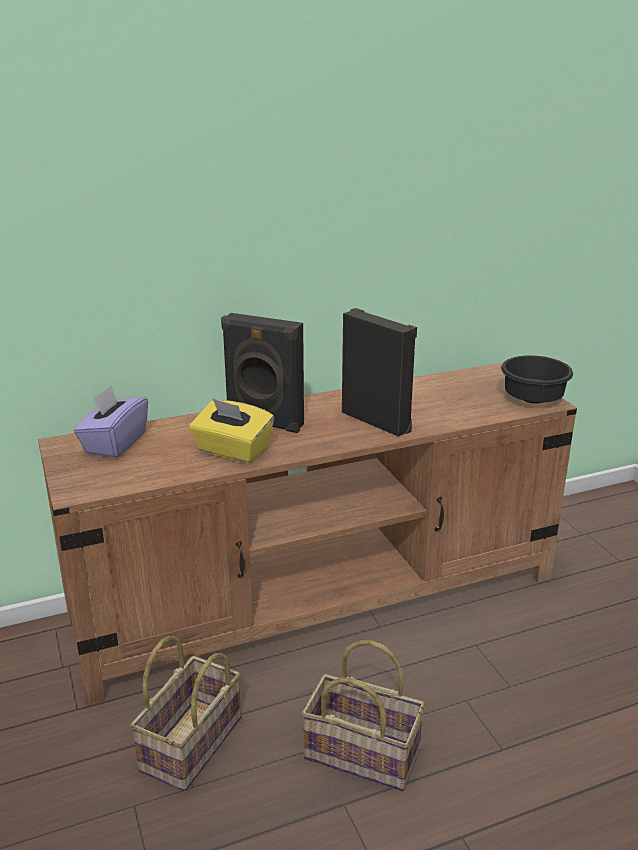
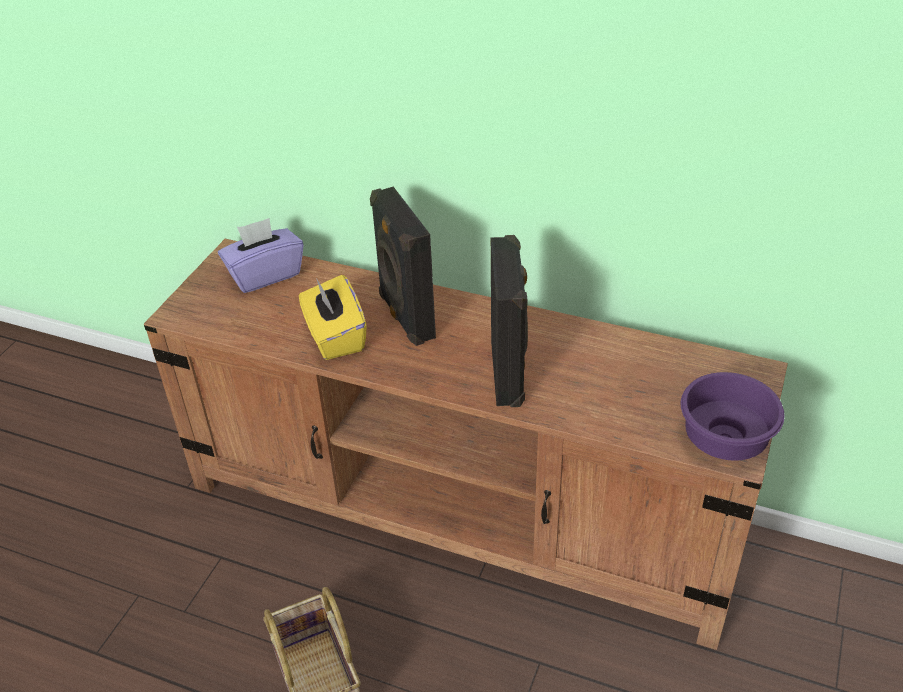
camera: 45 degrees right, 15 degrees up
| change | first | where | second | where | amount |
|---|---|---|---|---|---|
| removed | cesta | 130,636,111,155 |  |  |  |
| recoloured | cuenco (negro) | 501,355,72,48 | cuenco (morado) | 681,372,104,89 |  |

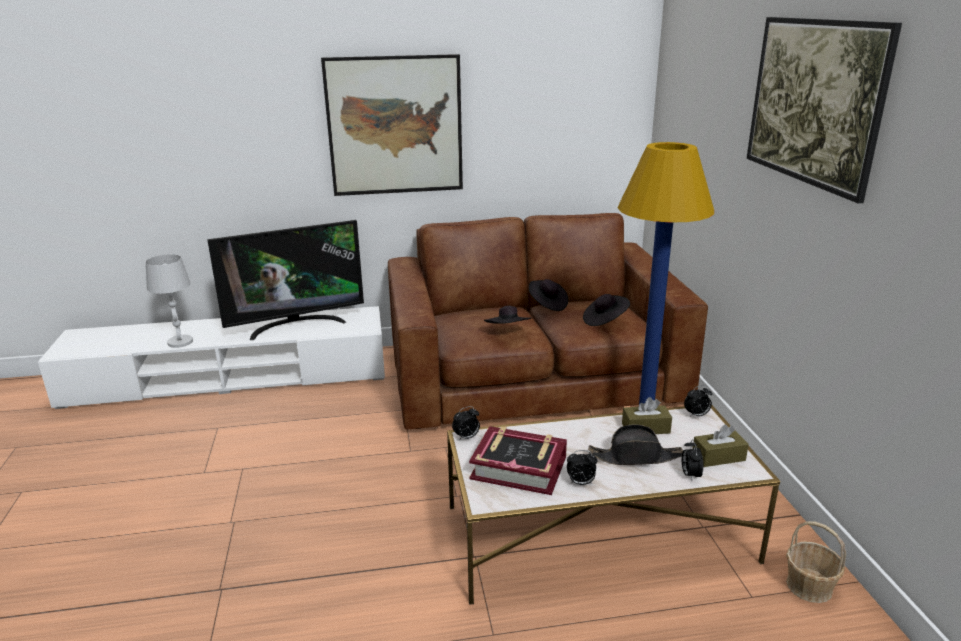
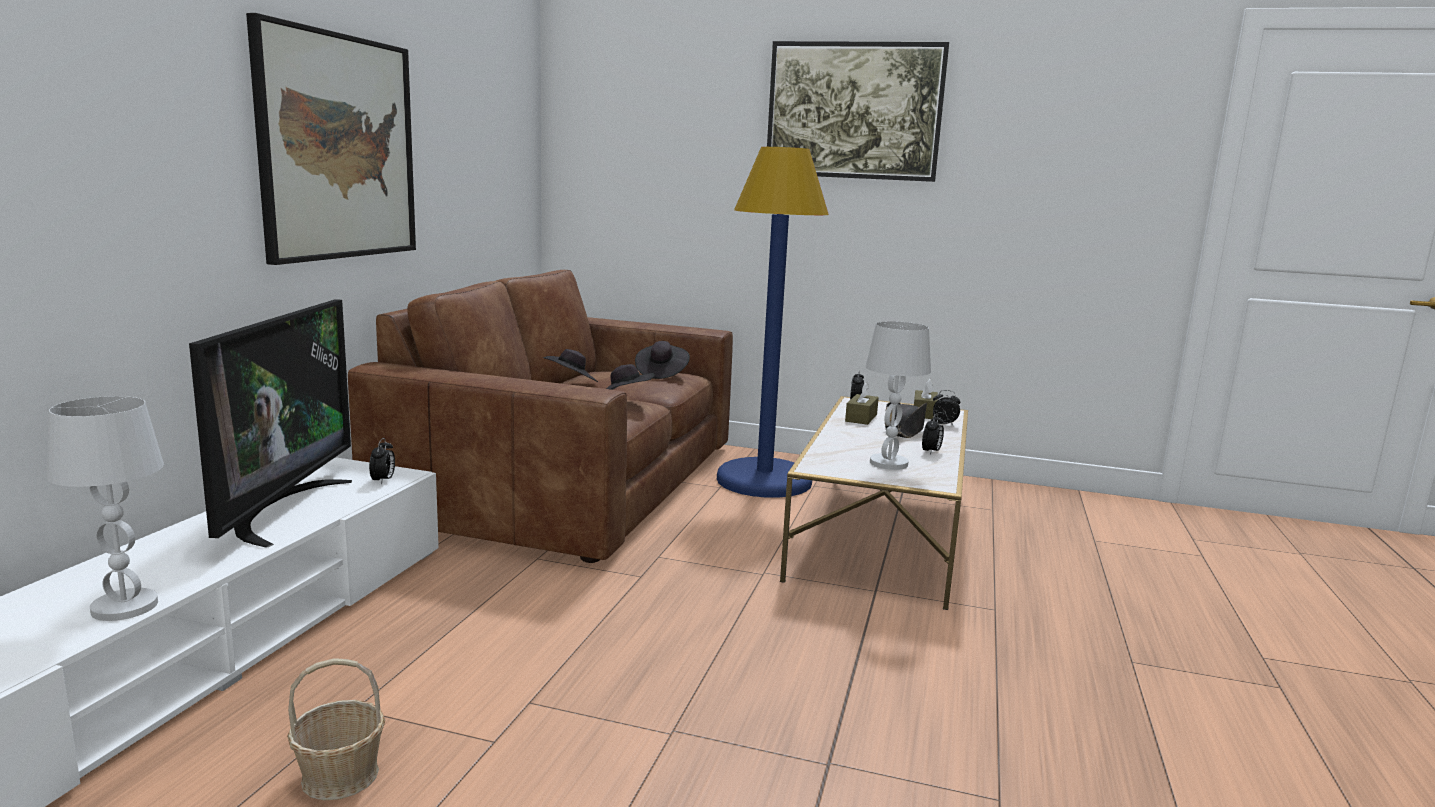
camera: 65 degrees left, 10 degrees down
| change | first | where | second | where | amount |
|---|---|---|---|---|---|
| moved | despertador | 452,406,28,35 |  | 369,438,26,47 |  |
| replaced | libro | 469,426,98,69 | lámpara de mesa (blanco) | 865,321,66,149 |  |
| moved | cesta | 786,521,60,82 |  | 287,658,98,142 |  |

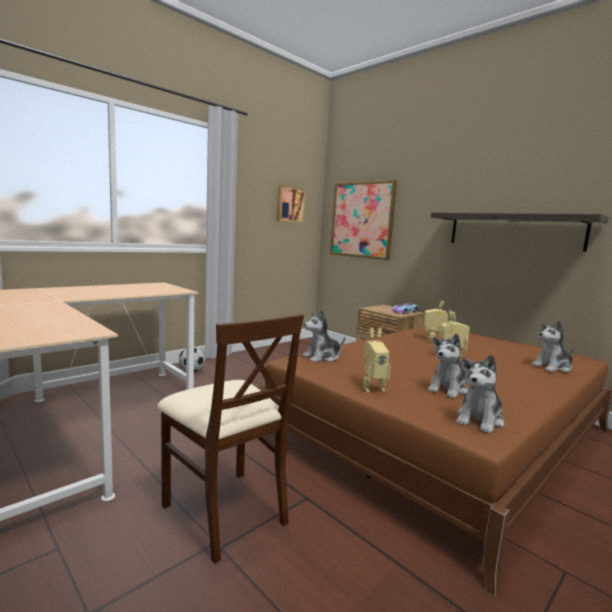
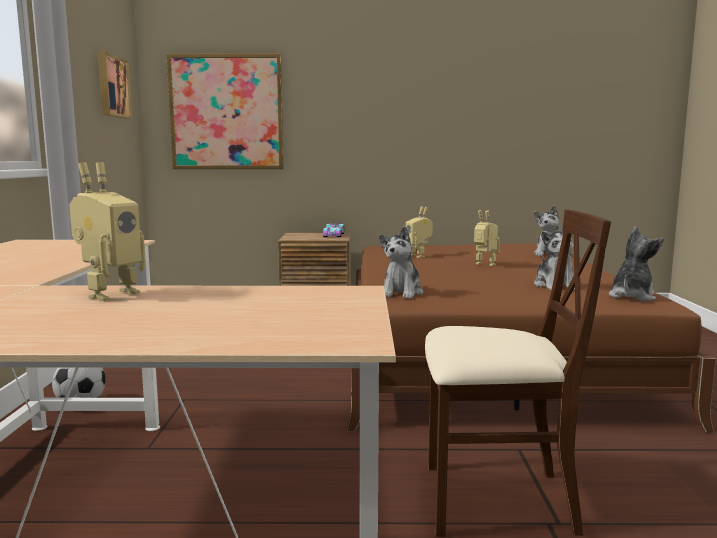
camera: 45 degrees left, 0 degrees up
| change | first | where | second | where | amount |
|---|---|---|---|---|---|
| moved | robot de juguete | 363,328,28,64 |  | 69,162,77,139 |  |
| removed | estante | 431,213,177,39 |  |  |  |
| turned | peluche | 456,355,48,78 |  | 609,227,54,74 | 135 degrees counterclockwise |

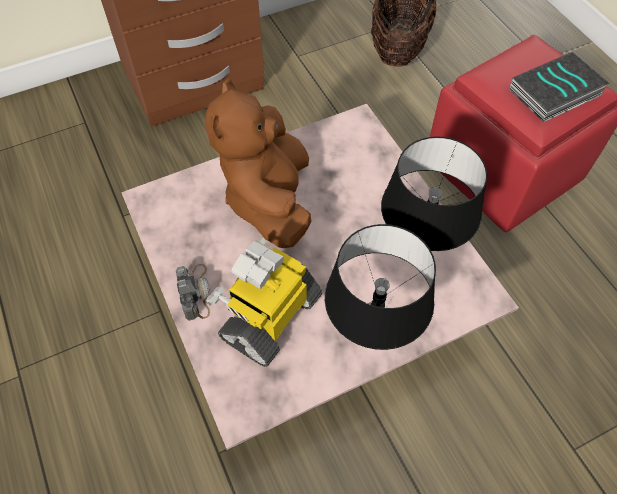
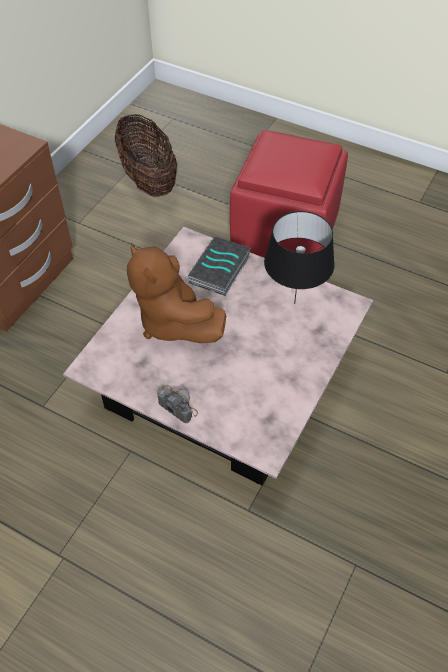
camera: 35 degrees left, 5 degrees down
| change | first | where | second | where | amount |
|---|---|---|---|---|---|
| removed | robot de juguete | 206,238,116,129 |  |  |  |
| removed | lámpara de mesa (negro) | 325,224,111,126 |  |  |  |
| moved | libro | 509,52,101,70 |  | 188,236,63,60 |  |

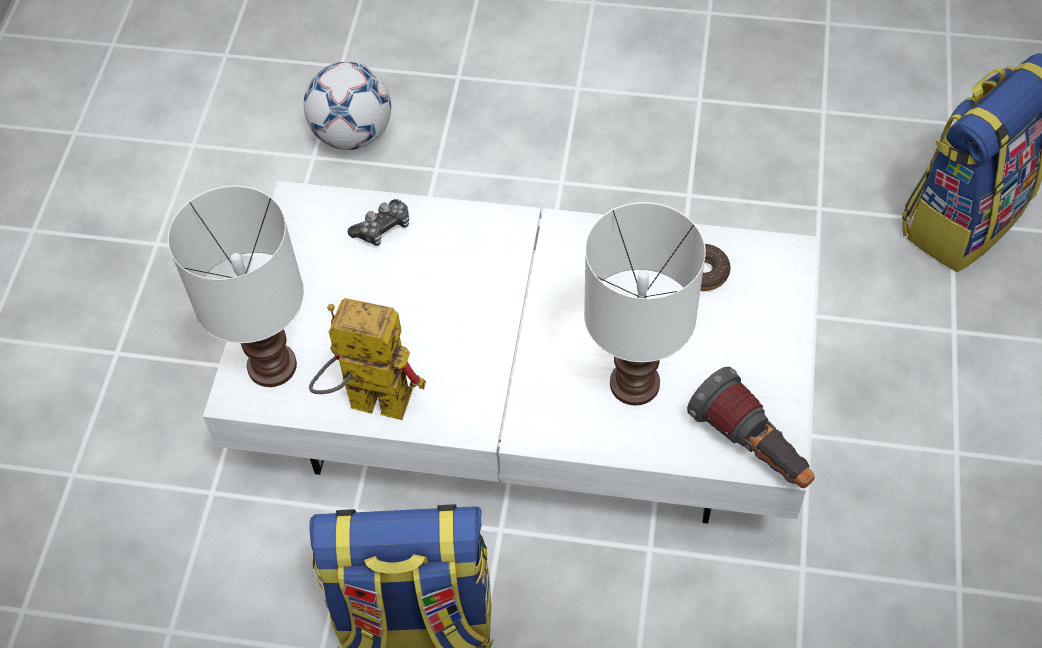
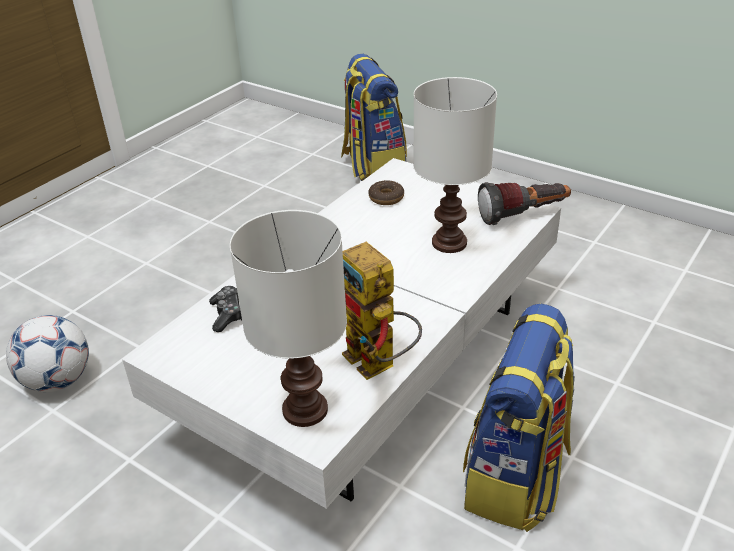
camera: 65 degrees left, 20 degrees down
| change | first | where | second | where | amount |
|---|---|---|---|---|---|
| turned | robot de juguete | 309,298,117,122 |  | 342,242,80,138 | 75 degrees counterclockwise |

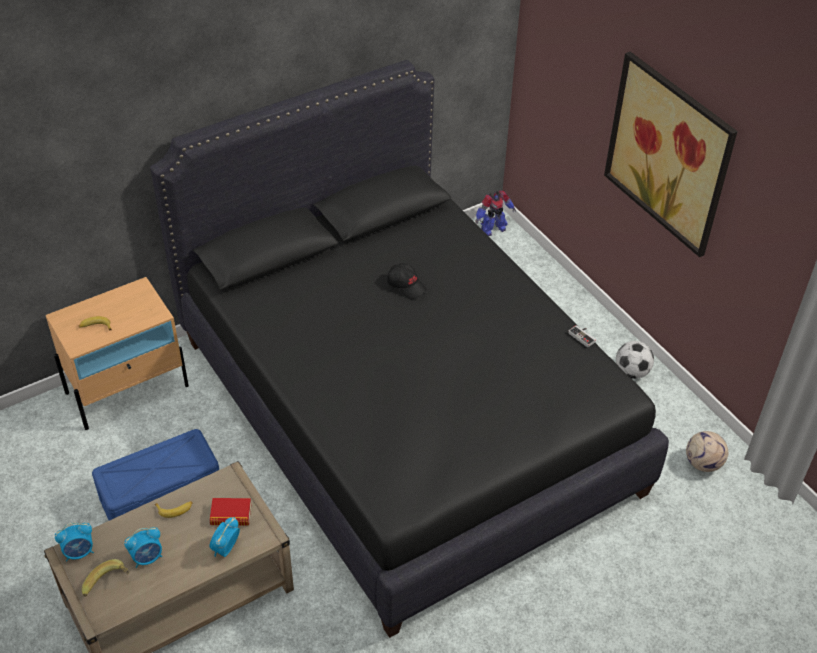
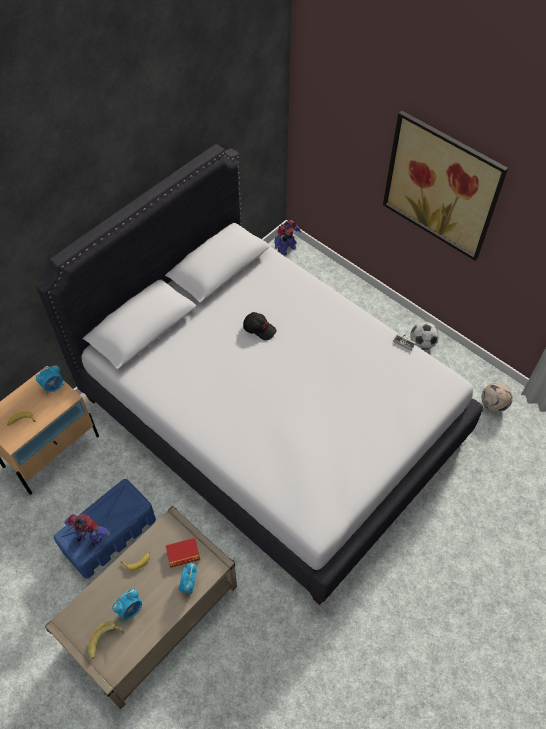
camera: 15 degrees left, 10 degrees up
| change | first | where | second | where | amount |
|---|---|---|---|---|---|
| moved | despertador | 55,523,39,38 |  | 36,365,28,29 |  |
| recoloured | cama (negro) | 150,60,519,578 | cama (blanco) | 36,144,447,461 |  |
| added |  |  | robot de juguete | 64,514,46,32 |  |

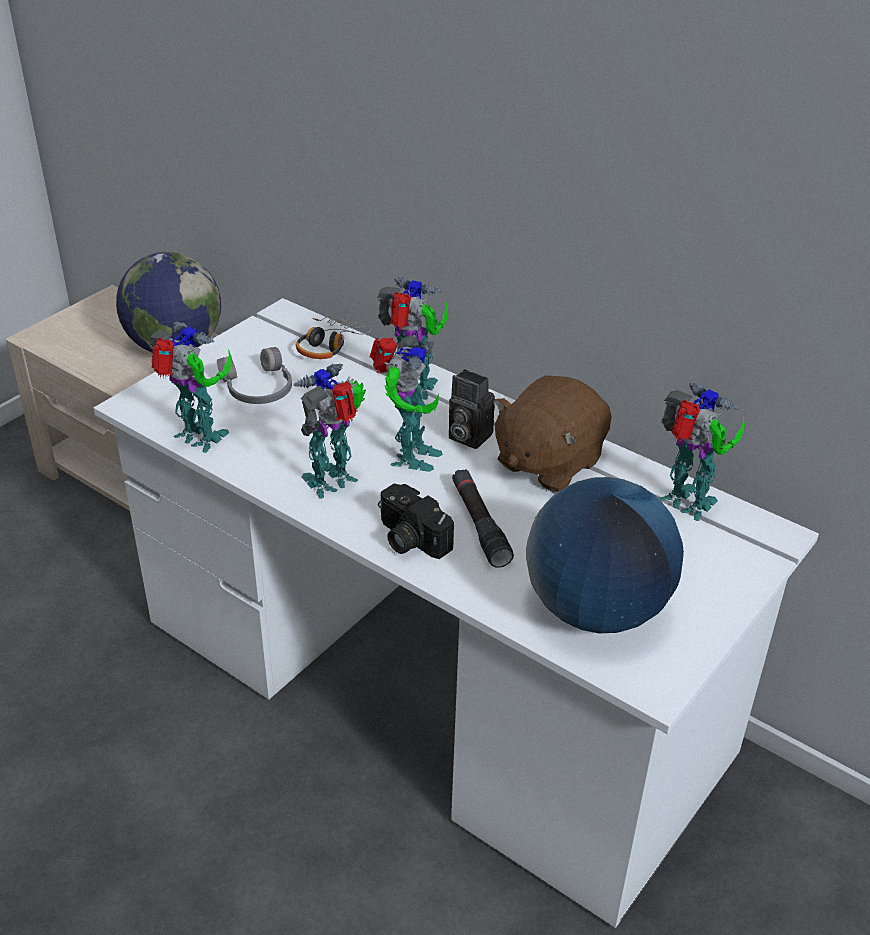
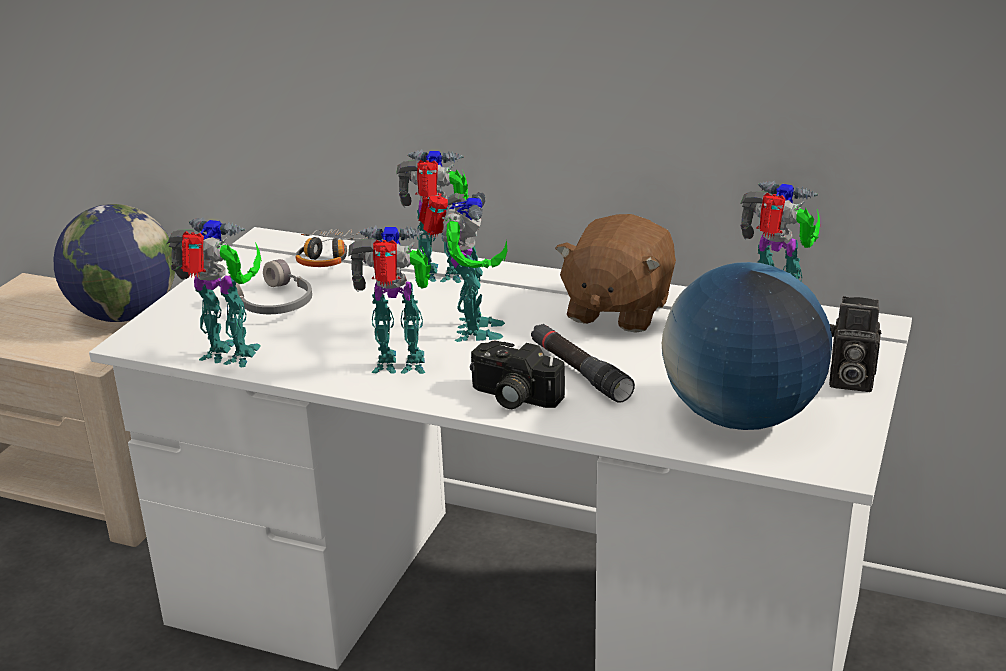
camera: 15 degrees left, 10 degrees down
| change | first | where | second | where | amount |
|---|---|---|---|---|---|
| turned | robot de juguete | 293,364,73,135 |  | 348,226,83,148 | 60 degrees clockwise |
| moved | cámara | 449,369,46,80 |  | 829,296,52,96 |  |

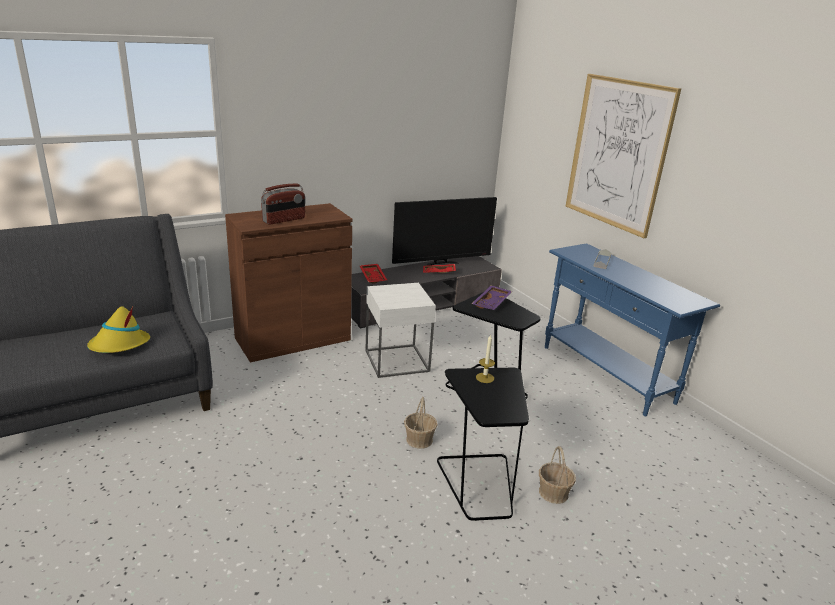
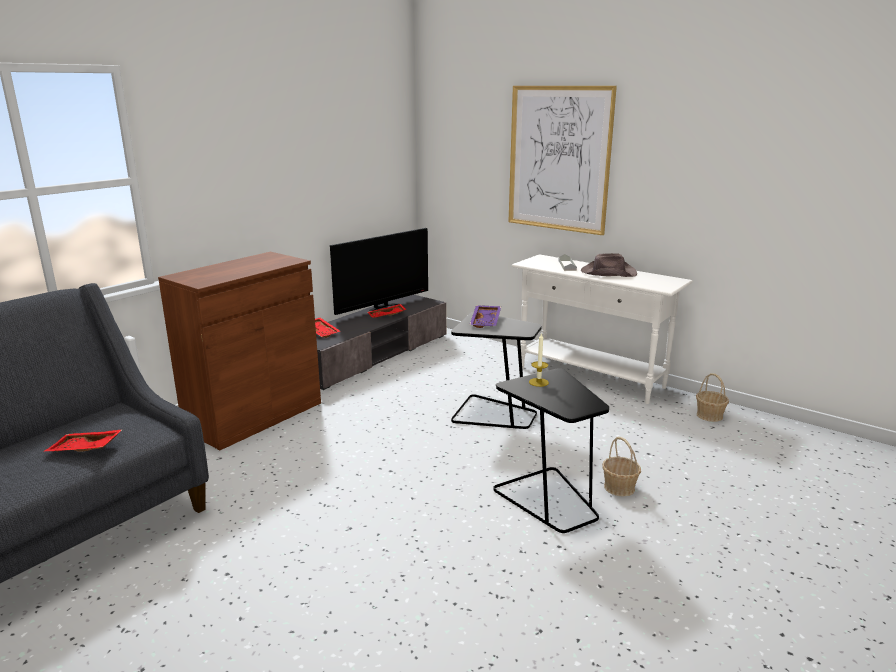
camera: 20 degrees left, 5 degrees down
| change | first | where | second | where | amount |
|---|---|---|---|---|---|
| replaced | sombrero (amarillo) | 87,306,63,47 | bandeja (rojo) | 44,429,79,23 |  |
| removed | radio | 261,184,44,41 |  |  |  |
| removed | mesa auxiliar (blanco) | 365,283,71,95 |  |  |  |
| moved | cesta | 404,397,33,52 |  | 696,373,33,49 |  |
| recoloured | mesa consola (azul) | 545,243,175,173 | mesa consola (blanco) | 512,254,181,150 |  |
| added |  |  | sombrero (marrón) | 581,253,56,24 |  |

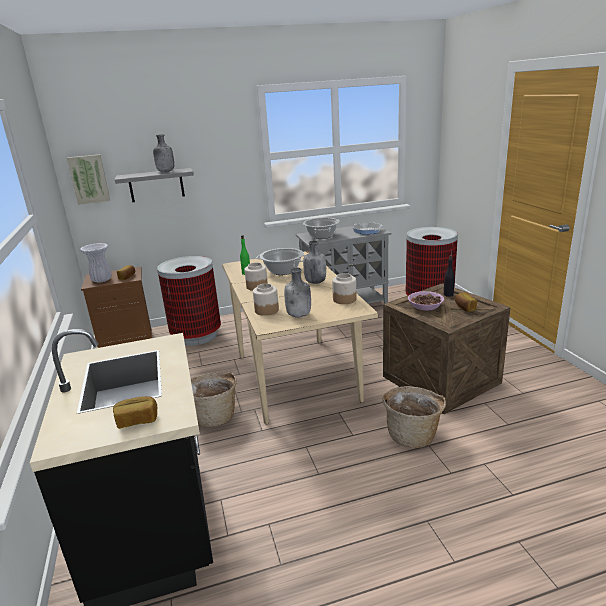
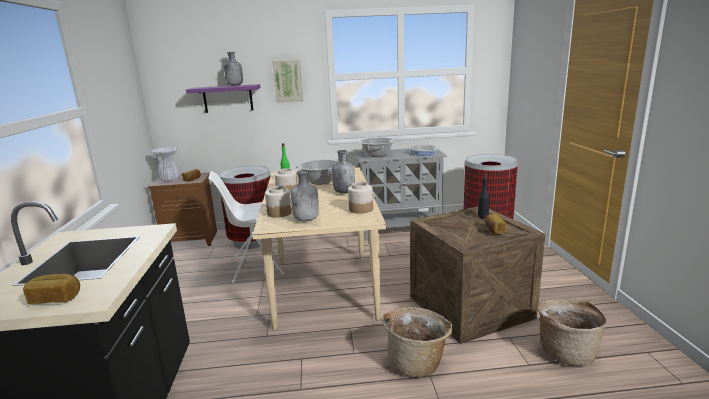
camera: 10 degrees right, 5 degrees down
| change | first | where | second | where | amount |
|---|---|---|---|---|---|
| moved | cuadro | 67,154,43,51 |  | 272,60,31,43 |  |
| recoloured | estante (gris) | 115,168,79,34 | estante (morado) | 186,84,74,29 |  |
| moved | cesta | 191,372,46,55 |  | 538,299,69,67 |  |
| removed | cuenco | 408,291,36,20 |  |  |  |
| added |  |  | silla (blanco) | 208,171,76,112 |  |

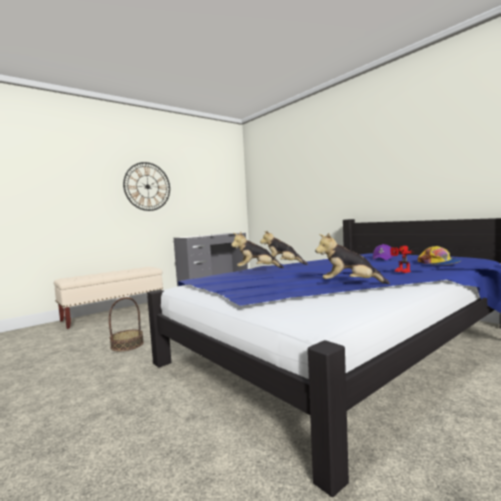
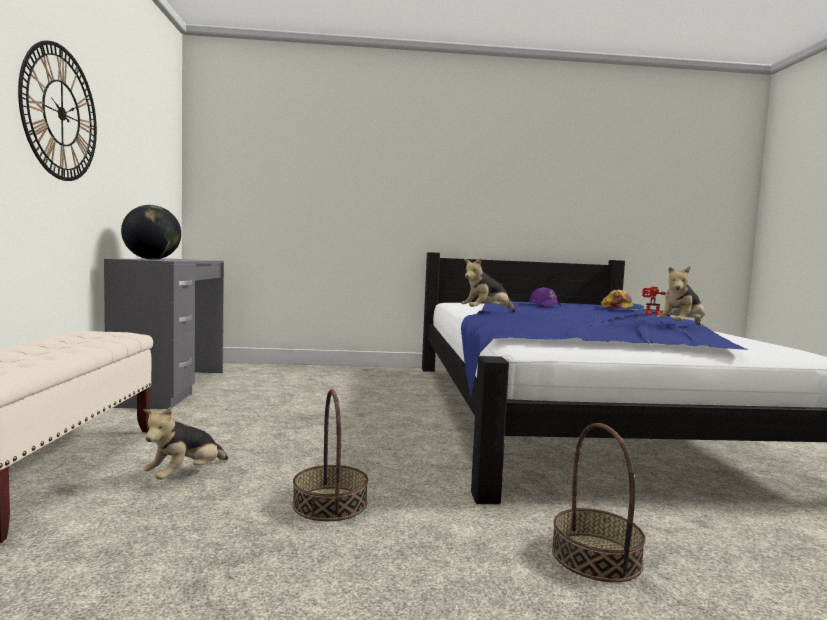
camera: 55 degrees left, 0 degrees up
| change | first | where | second | where | amount |
|---|---|---|---|---|---|
| moved | peluche | 231,232,53,36 |  | 143,407,85,73 |  |
| added |  |  | globo terráqueo | 121,205,60,55 |  |
| added |  |  | cesta | 552,423,94,159 |  |

